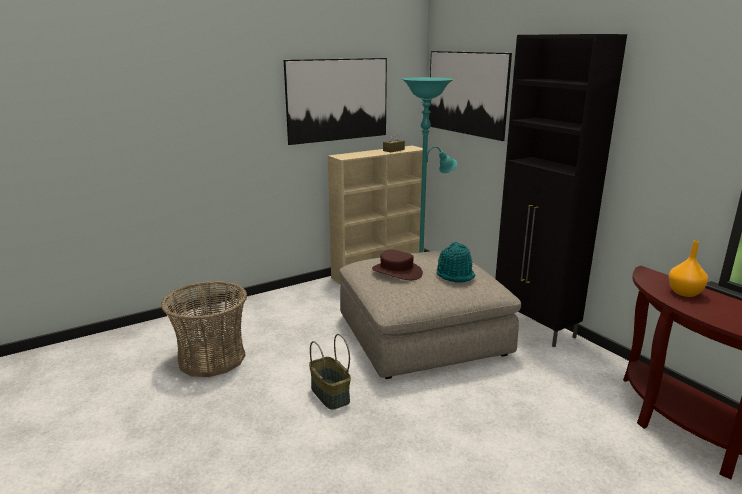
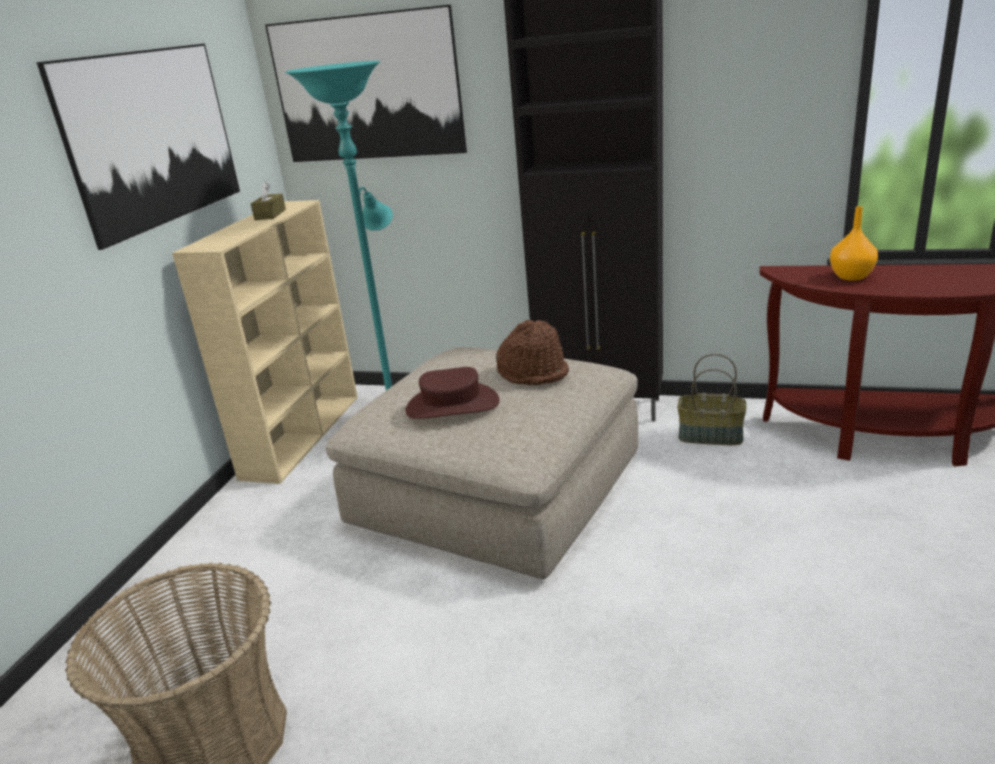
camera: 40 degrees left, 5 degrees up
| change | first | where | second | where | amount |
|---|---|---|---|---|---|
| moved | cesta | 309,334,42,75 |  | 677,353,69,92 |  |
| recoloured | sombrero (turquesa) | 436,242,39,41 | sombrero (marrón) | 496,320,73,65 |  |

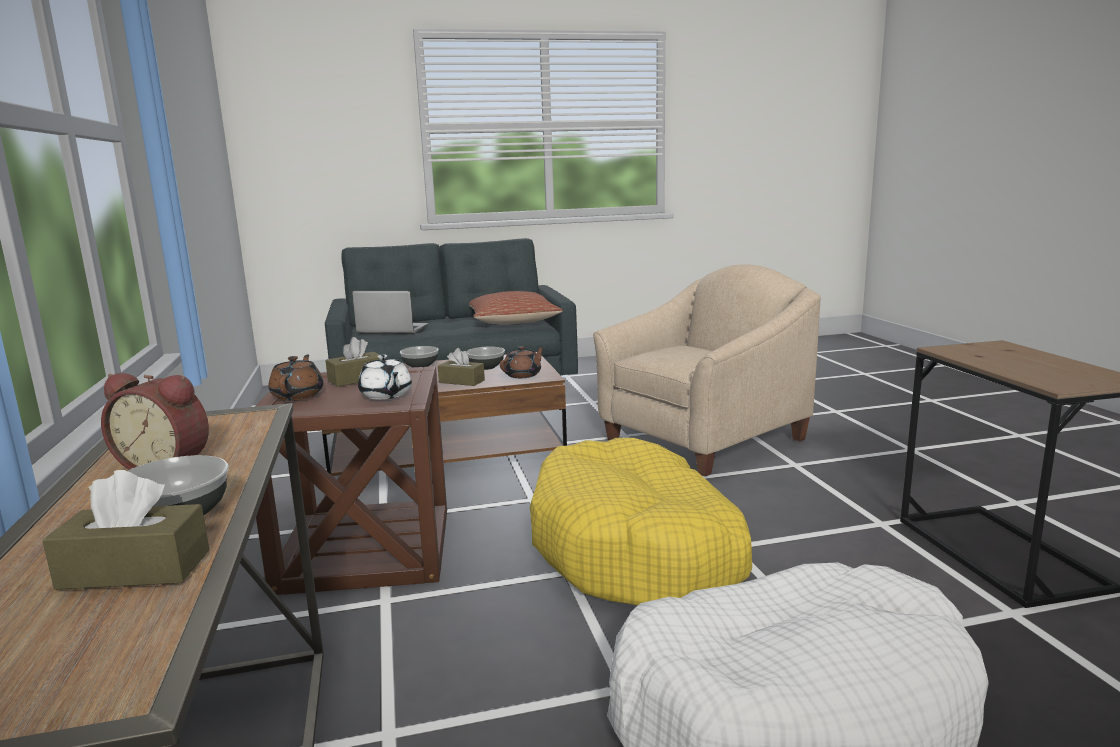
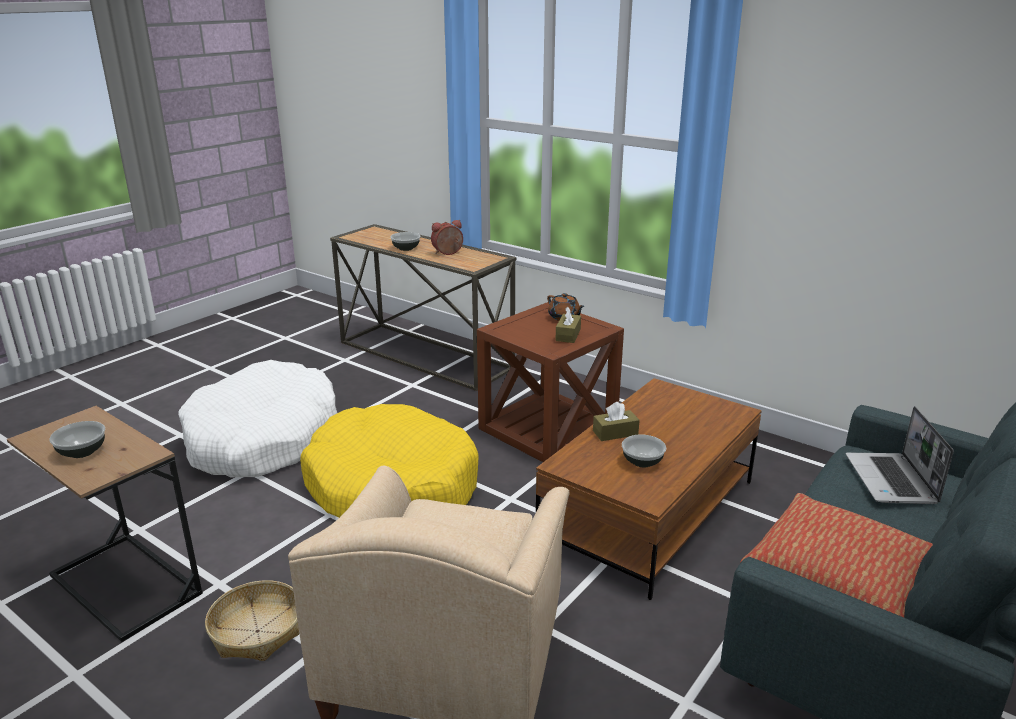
camera: 140 degrees right, 10 degrees up
| change | first | where | second | where | amount |
|---|---|---|---|---|---|
| removed | caja de pañuelos (marrón) | 42,470,167,120 |  |  |  |
| turned | portátil | 352,291,76,44 |  | 846,406,108,98 | 120 degrees clockwise |
| removed | tetera (blanco) | 358,355,54,45 |  |  |  |
| moved | cuenco | 400,346,39,21 |  | 49,421,56,37 |  |
| removed | tetera (marrón) | 500,346,44,32 |  |  |  |
| added |  |  | cesta | 205,580,94,81 |  |

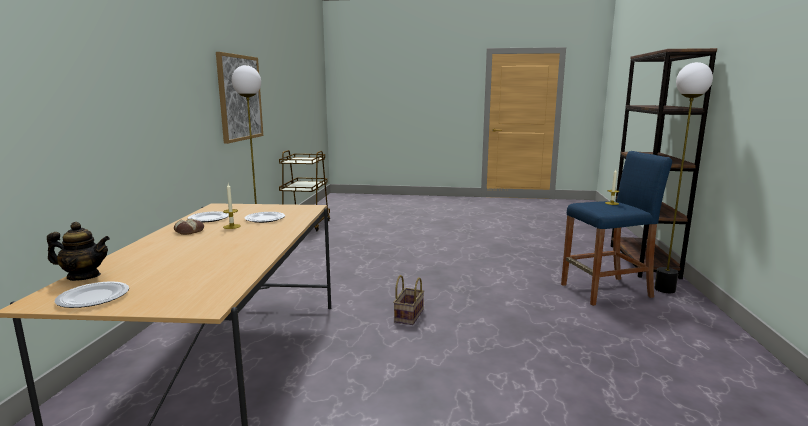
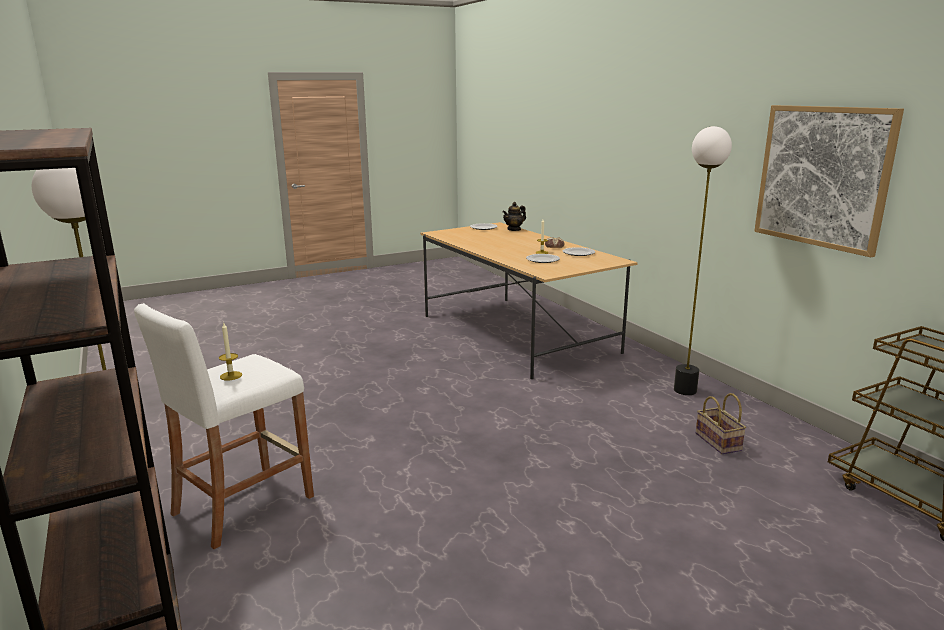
camera: 145 degrees right, 5 degrees up
| change | first | where | second | where | amount |
|---|---|---|---|---|---|
| moved | cesta | 393,275,31,50 |  | 696,393,50,61 |  |
| recoloured | taburete (azul) | 561,151,111,155 | taburete (blanco) | 134,303,180,246 |  |

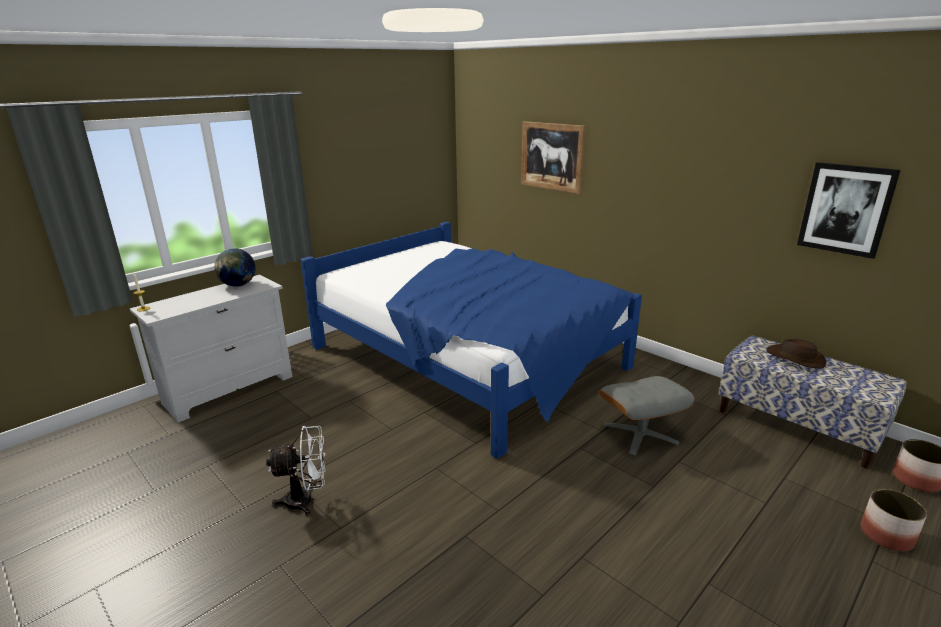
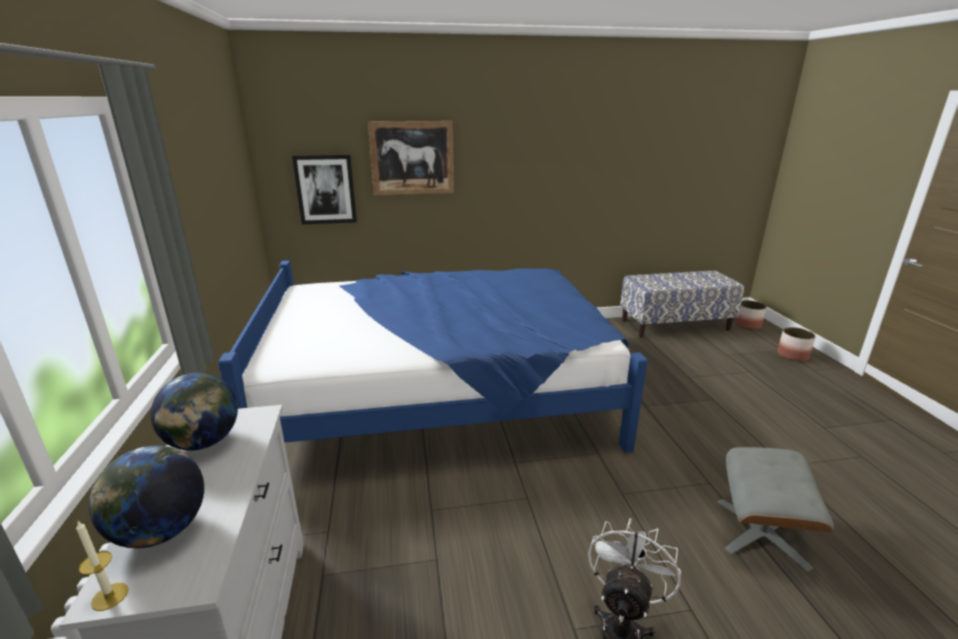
camera: 55 degrees left, 0 degrees up
| change | first | where | second | where | amount |
|---|---|---|---|---|---|
| moved | puf (gris) | 599,376,95,79 |  | 717,447,117,125 |  |
| removed | sombrero (marrón) | 766,339,60,30 |  |  |  |
| moved | cuadro | 797,162,104,97 |  | 292,154,65,70 |  |
| added |  |  | globo terráqueo | 89,445,115,103 |  |

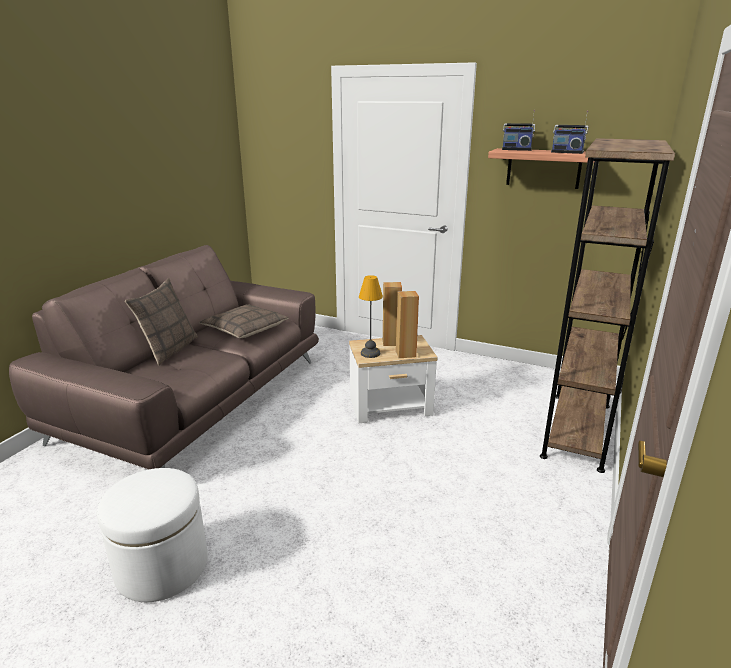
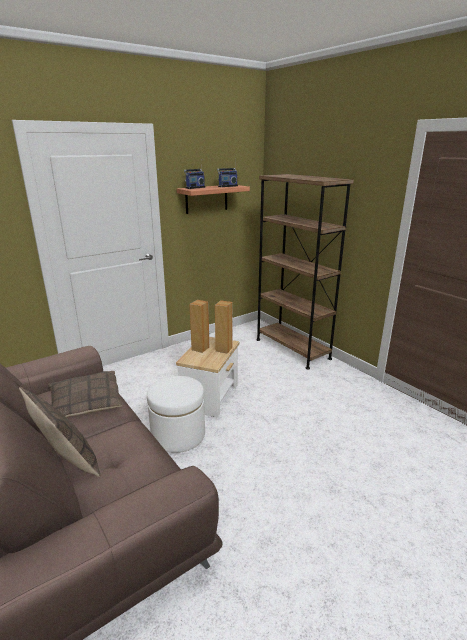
camera: 60 degrees left, 0 degrees up
| change | first | where | second | where | amount |
|---|---|---|---|---|---|
| moved | puf (blanco) | 97,468,111,134 |  | 147,376,58,77 |  |
| removed | lámpara de mesa | 359,275,24,83 |  |  |  |

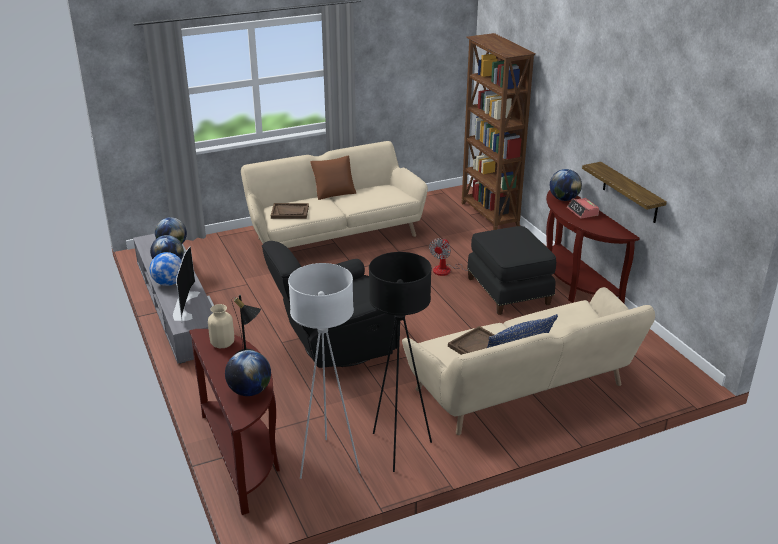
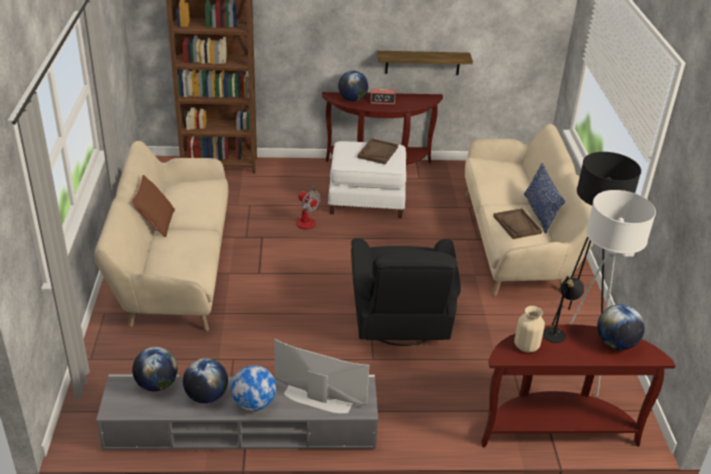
camera: 70 degrees left, 5 degrees up
| change | first | where | second | where | amount |
|---|---|---|---|---|---|
| moved | bandeja (marrón) | 271,203,38,16 |  | 358,138,40,26 |  |
| recoloured | puf (negro) | 467,226,89,89 | puf (blanco) | 328,141,78,77 |  |

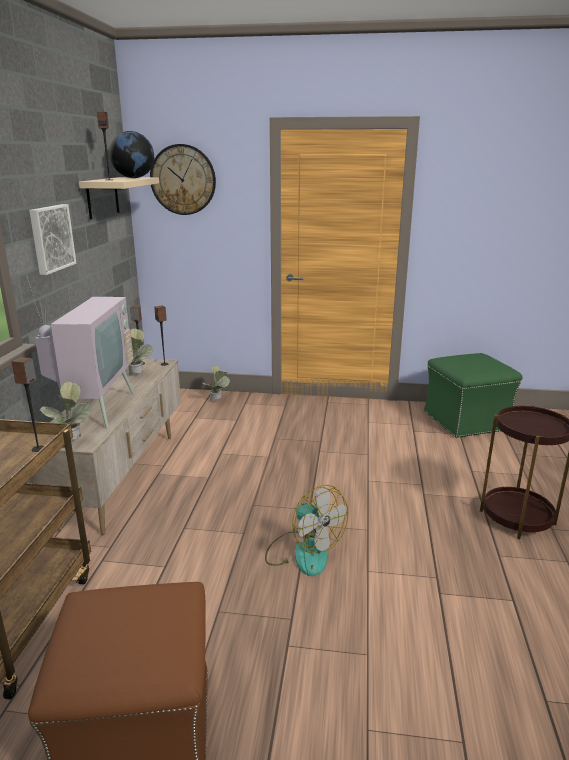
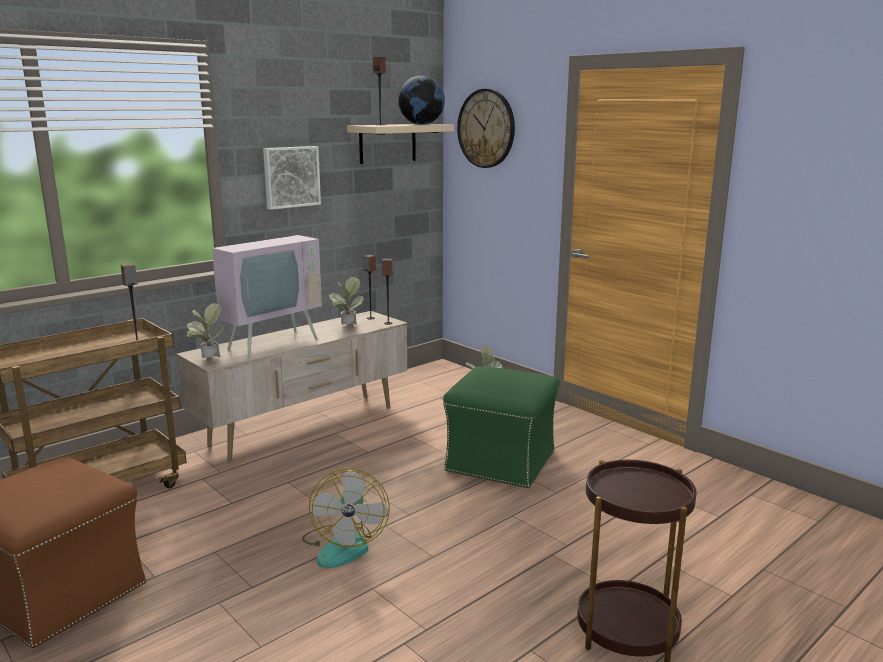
camera: 40 degrees right, 5 degrees down
| change | first | where | second | where | amount |
|---|---|---|---|---|---|
| moved | puf (verde) | 424,353,99,85 |  | 443,366,117,123 |  |

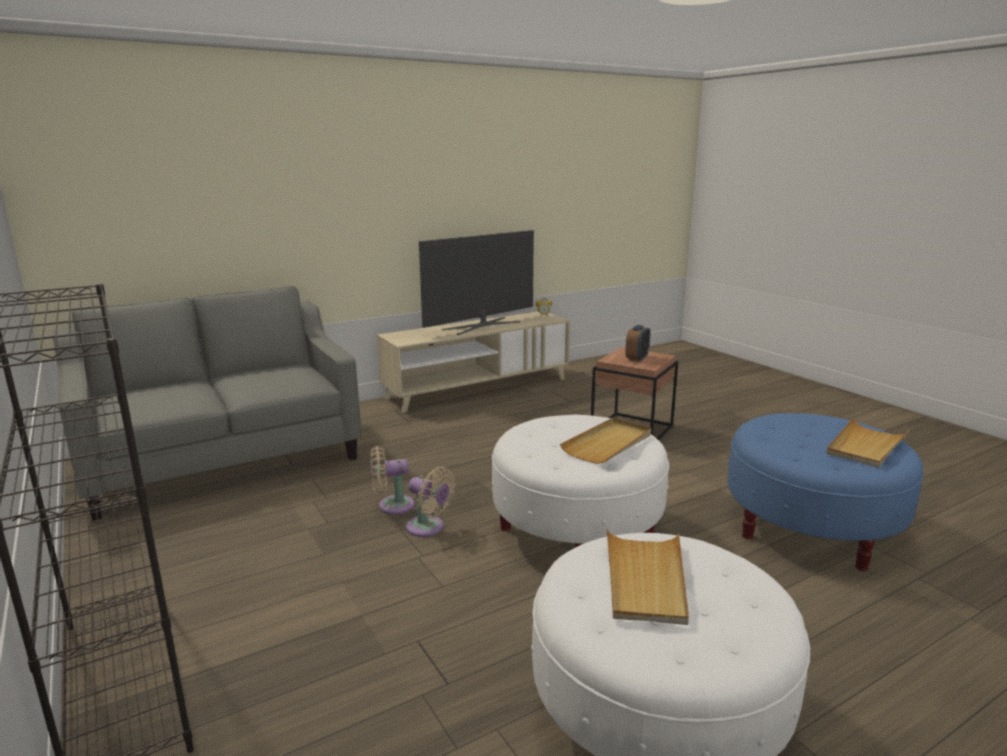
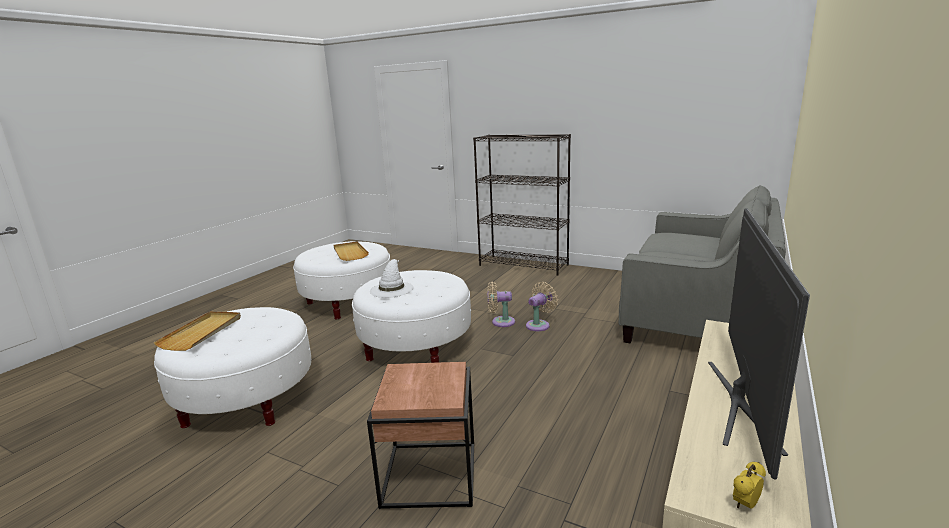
camera: 150 degrees right, 0 degrees up
| change | first | where | second | where | amount |
|---|---|---|---|---|---|
| replaced | bandeja (beis) | 560,418,91,46 | sombrero (blanco) | 370,259,44,39 |  |
| removed | despertador | 625,325,25,37 |  |  |  |
| recoloured | puf (azul) | 728,413,196,158 | puf (blanco) | 154,307,157,121 |  |

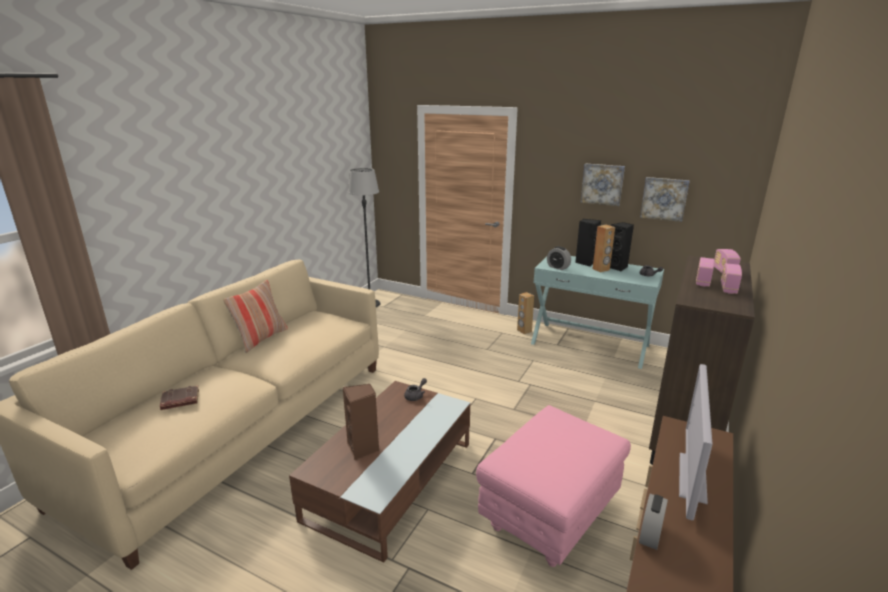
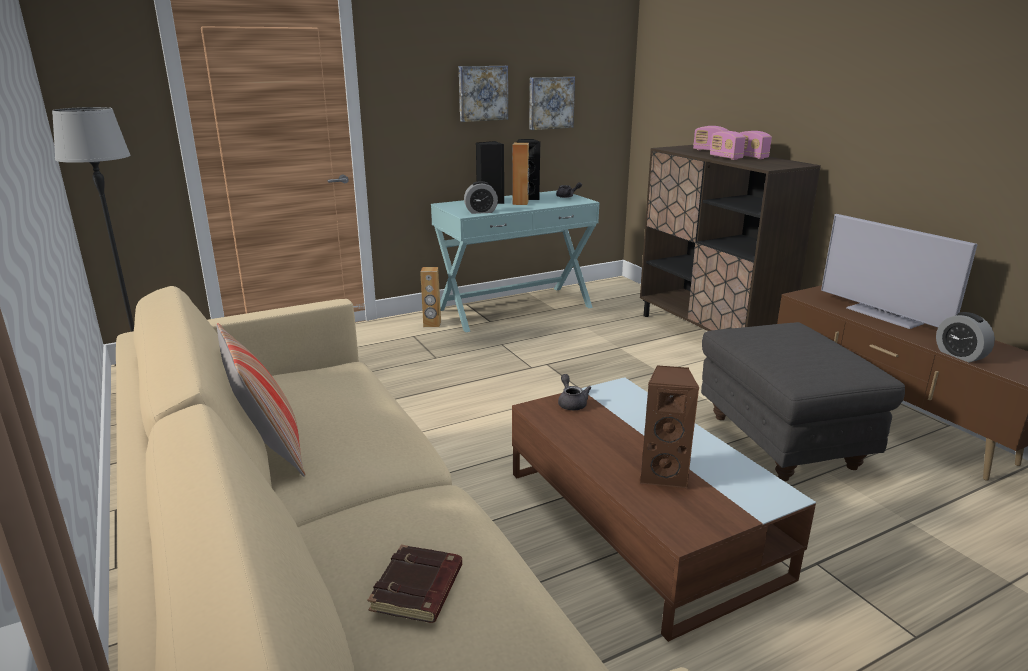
camera: 55 degrees left, 0 degrees up
| change | first | where | second | where | amount |
|---|---|---|---|---|---|
| recoloured | puf (rosa) | 476,405,155,162 | puf (gris) | 701,322,204,159 |  |

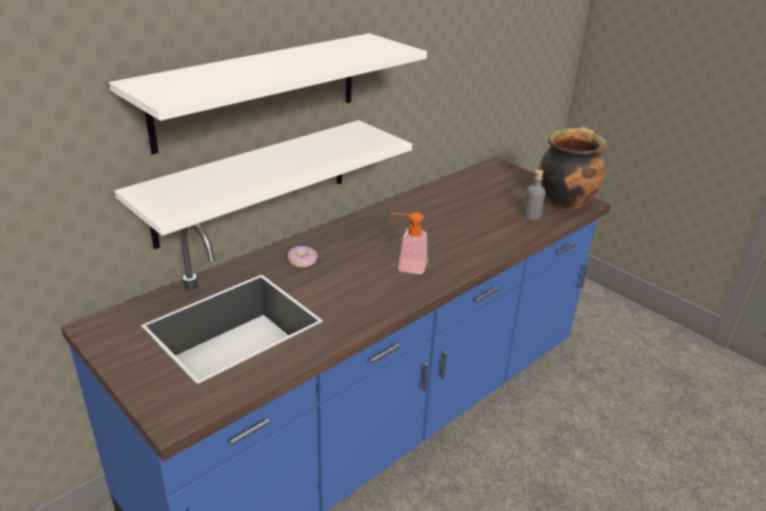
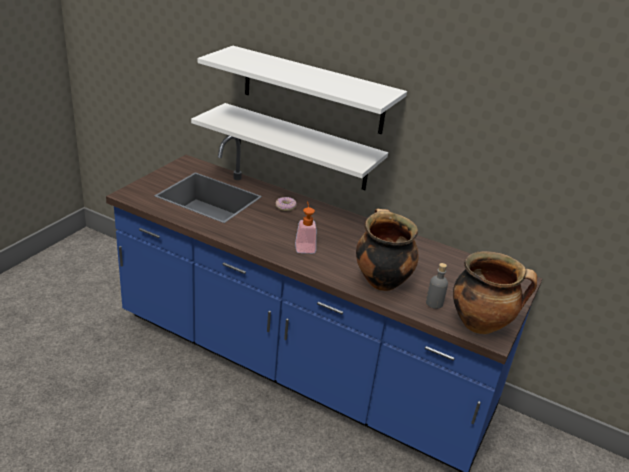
camera: 70 degrees right, 0 degrees up
| change | first | where | second | where | amount |
|---|---|---|---|---|---|
| added |  |  | olla | 356,209,62,82 |  |

